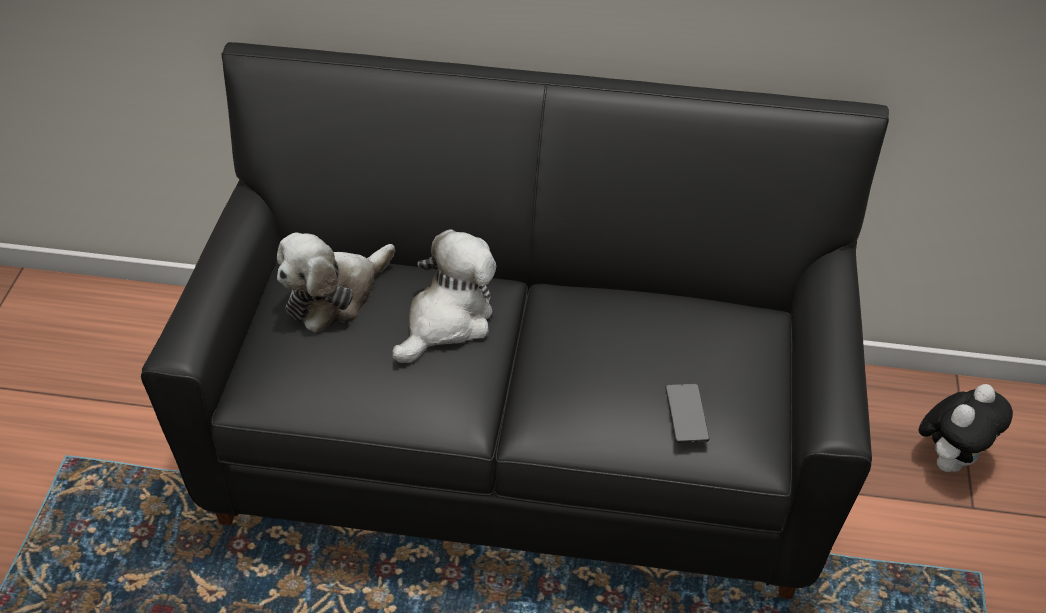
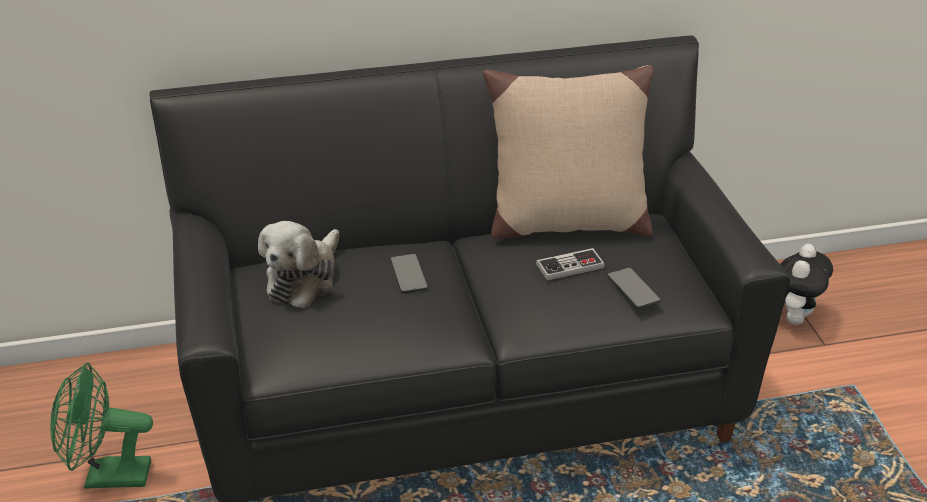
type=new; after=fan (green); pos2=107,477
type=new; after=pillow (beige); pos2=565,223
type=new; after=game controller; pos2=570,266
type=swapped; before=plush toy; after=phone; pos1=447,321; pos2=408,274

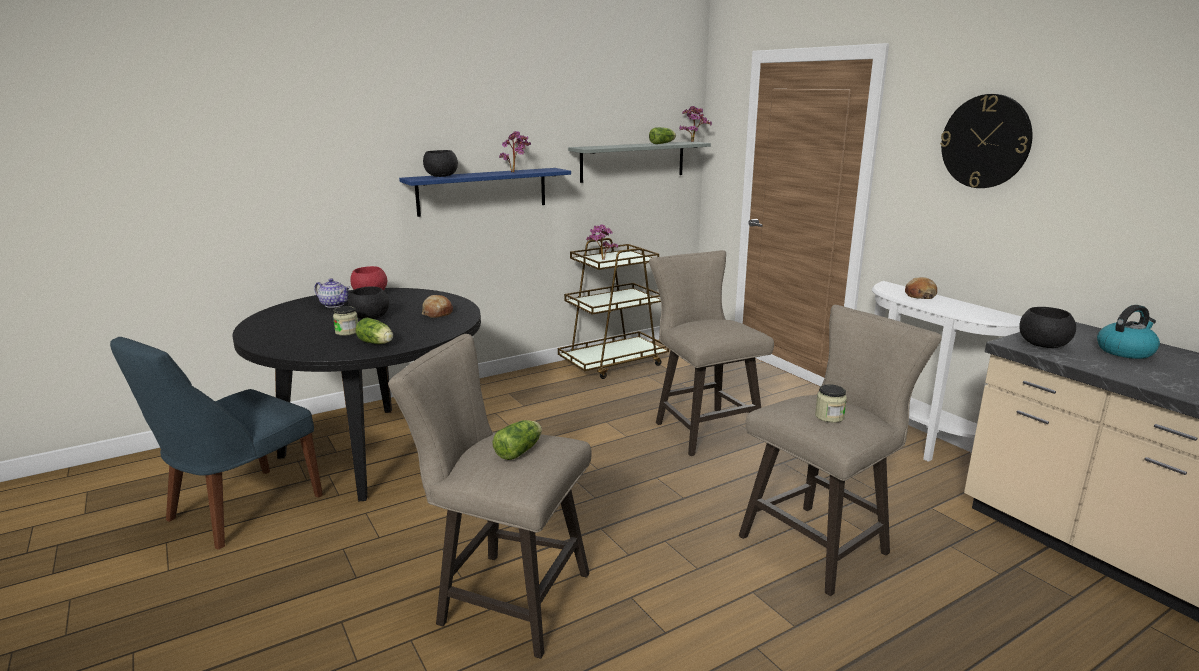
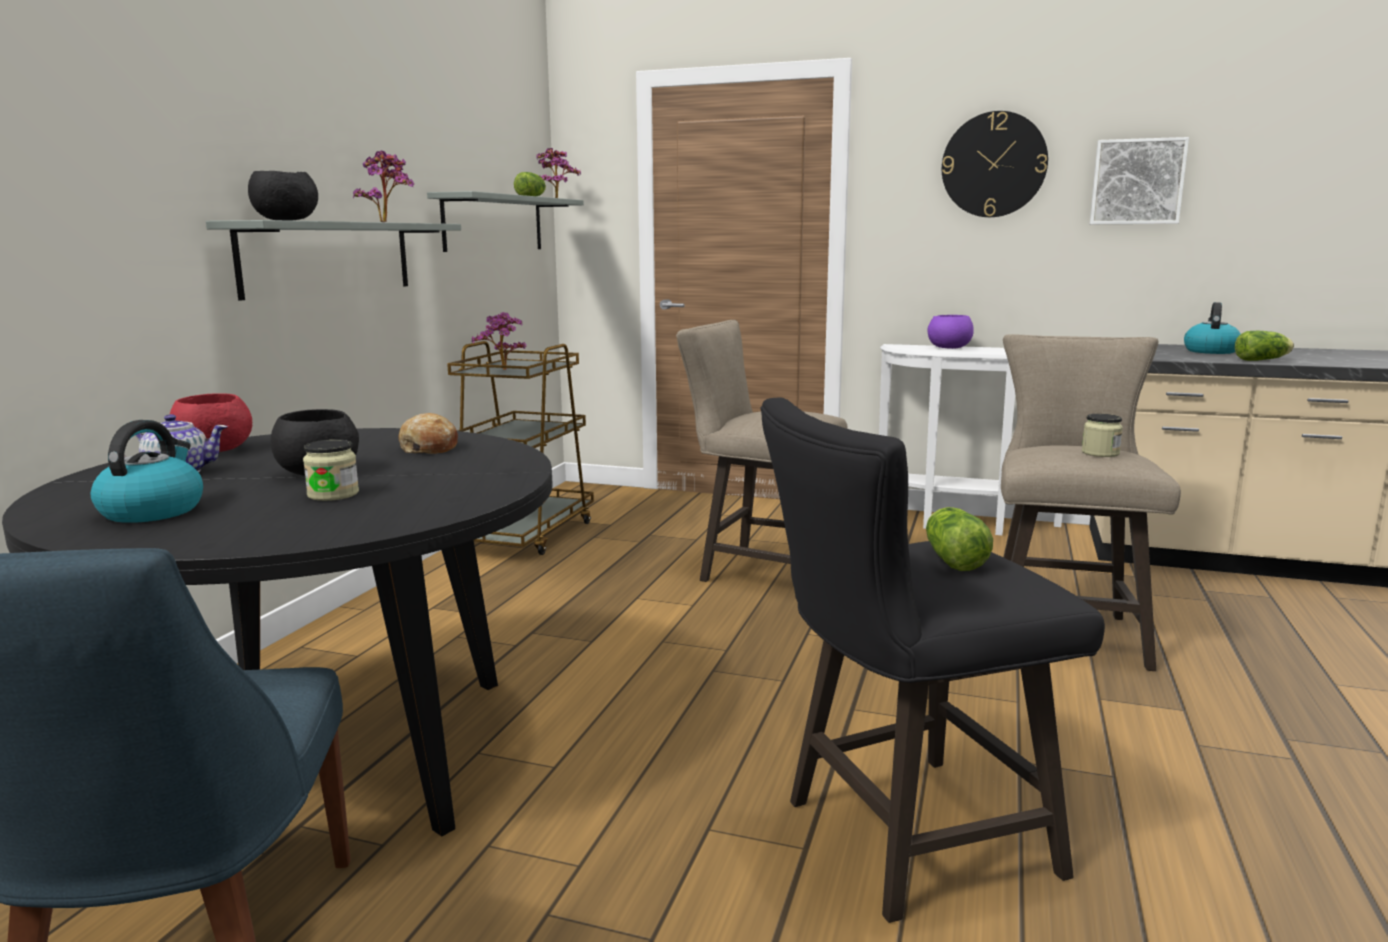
type=gone; before=bowl (black); pos1=1042,345
type=new; after=kettle; pos2=153,511
type=new; after=picture; pos2=1137,182
type=shifted; before=lettuce; pos1=377,343; pos2=1263,360
type=swapped; before=bread; after=bowl (purple); pos1=920,295; pos2=949,348
type=repainted; before=stool (beige); after=stool (black); pos1=504,597; pos2=901,839
type=repainted; before=shelf (blue); after=shelf (grey); pos1=482,191; pos2=329,257

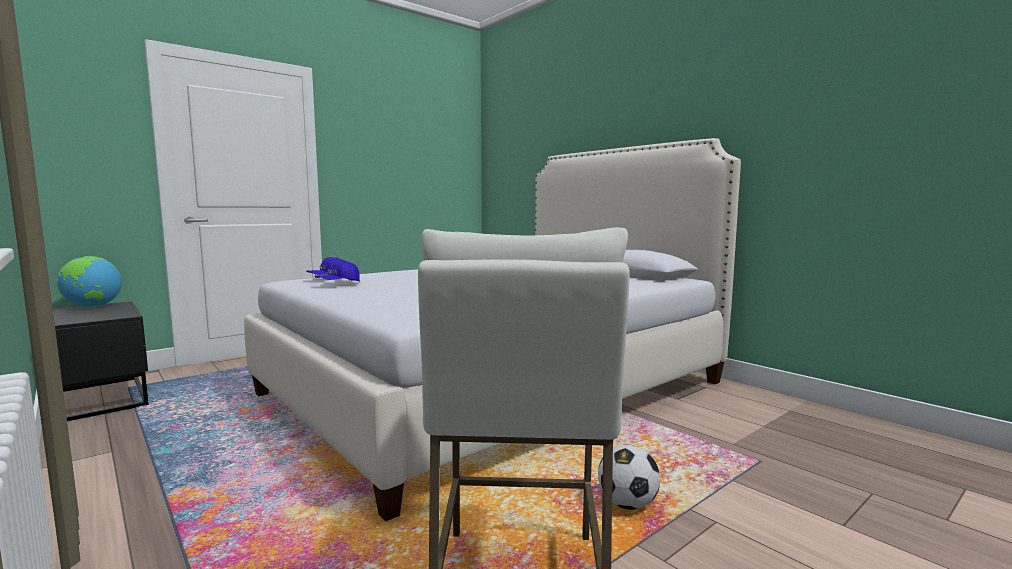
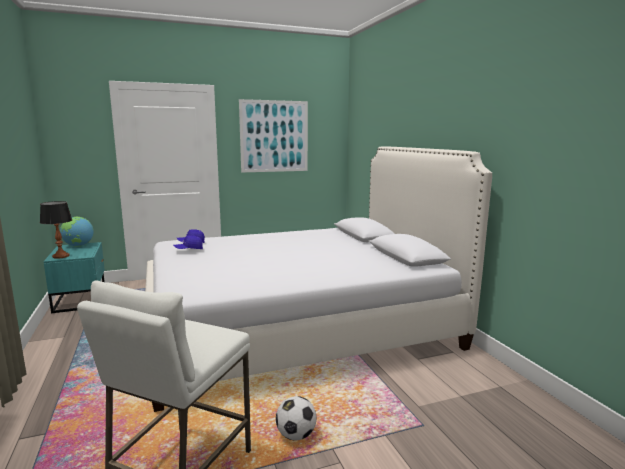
type=new; after=table lamp; pos2=61,256
type=new; after=picture; pos2=274,136
type=repainted; before=nightstand (black); after=nightstand (turquoise); pos1=104,397; pos2=82,298

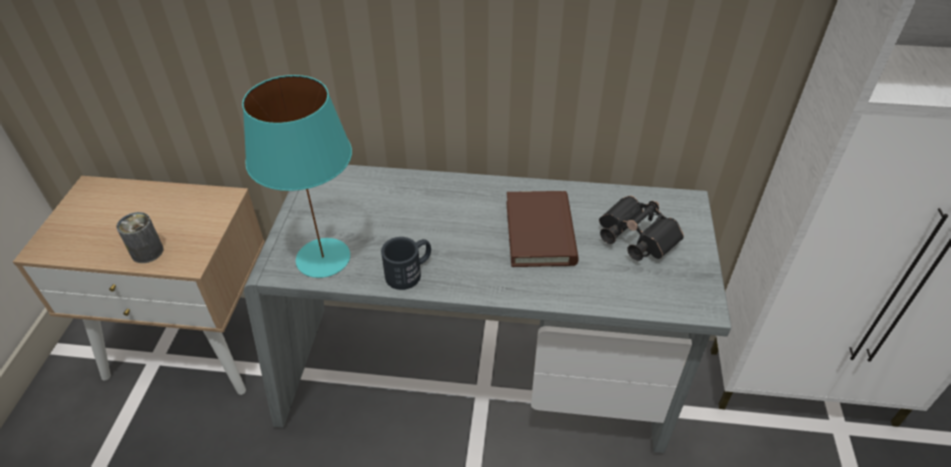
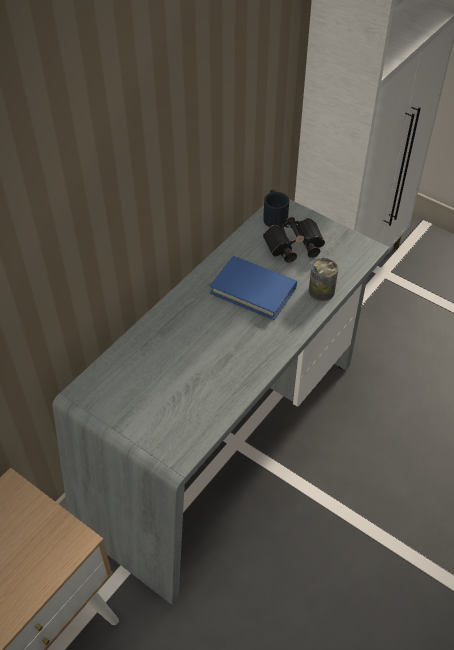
type=gone; before=table lamp (turquoise); pos1=324,258
type=shifted; before=can; pos1=147,252; pos2=321,291
type=shifted; before=mug (black); pos1=409,272; pos2=274,216
type=repainted; before=book (brown); after=book (blue); pos1=540,232; pos2=253,290

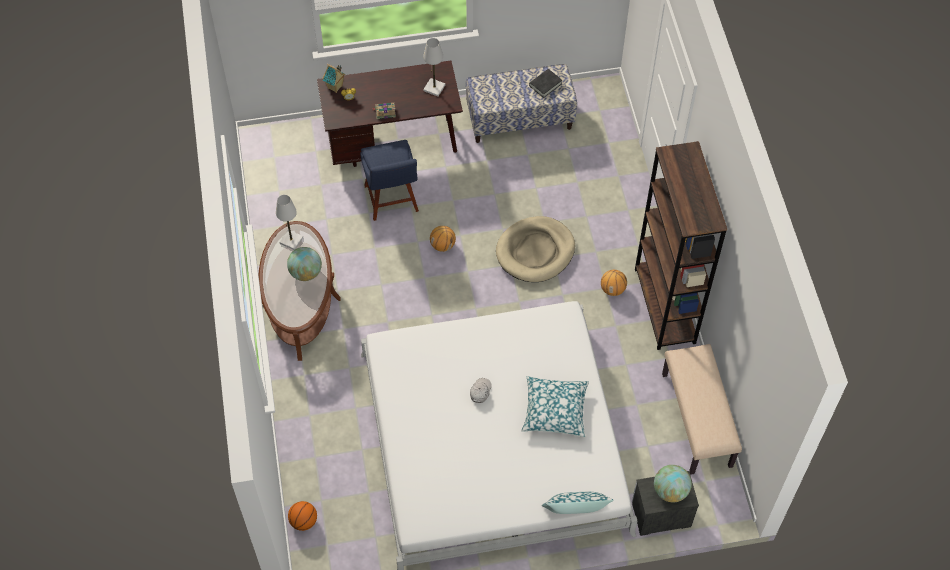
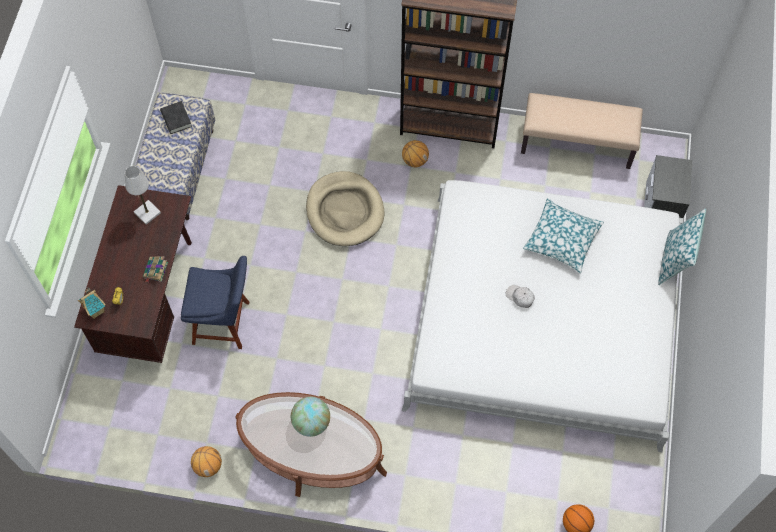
type=gone; before=table lamp (white); pos1=291,240
type=gone; before=globe; pos1=670,491
type=shifted; before=basketball; pos1=443,245; pos2=208,466

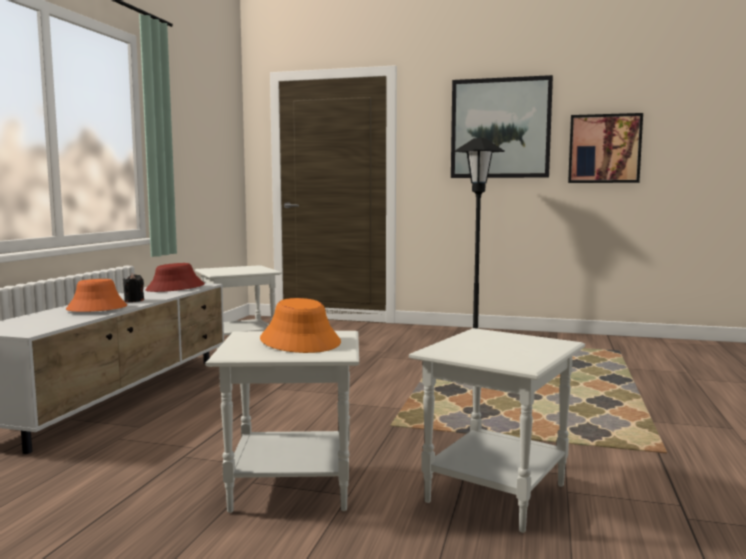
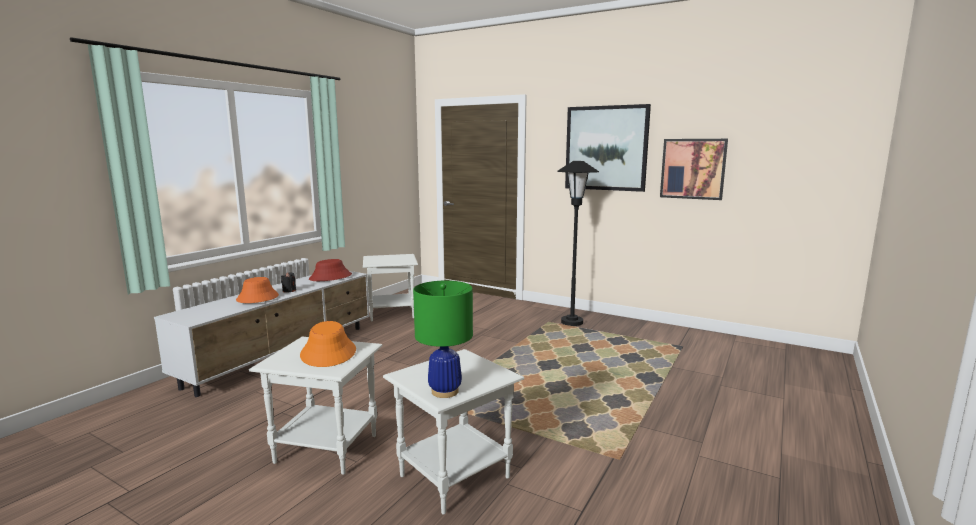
type=new; after=table lamp (green); pos2=445,391

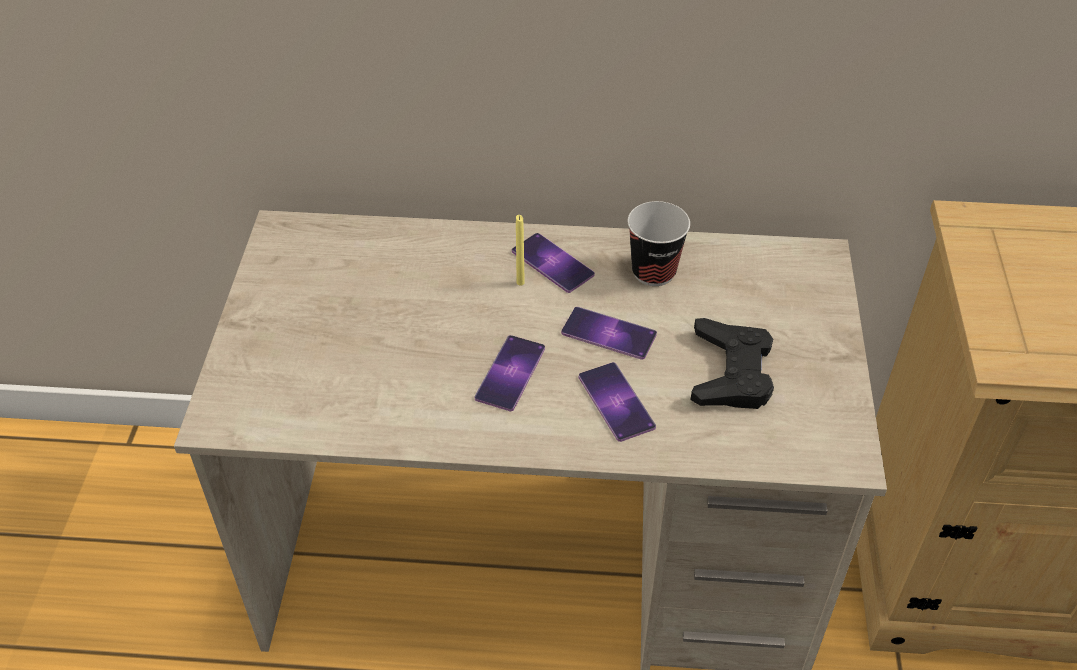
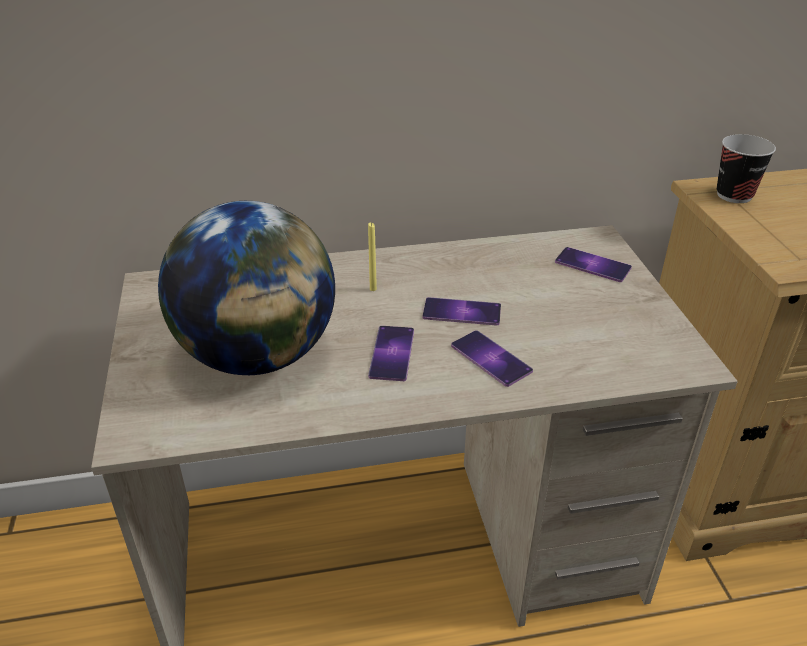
type=gone; before=game controller (black); pos1=730,372
type=new; after=globe; pos2=258,356
type=shifted; before=phone; pos1=552,263; pos2=592,265
type=shifted; before=cup; pos1=653,272; pos2=734,195

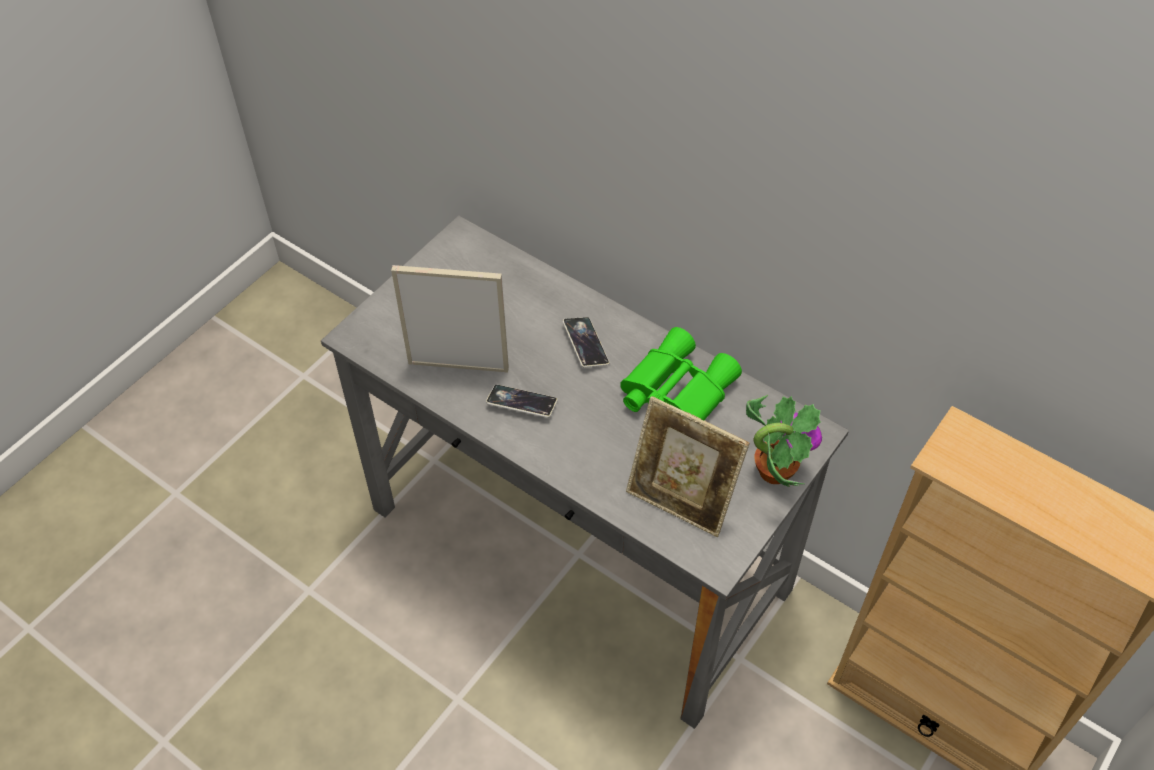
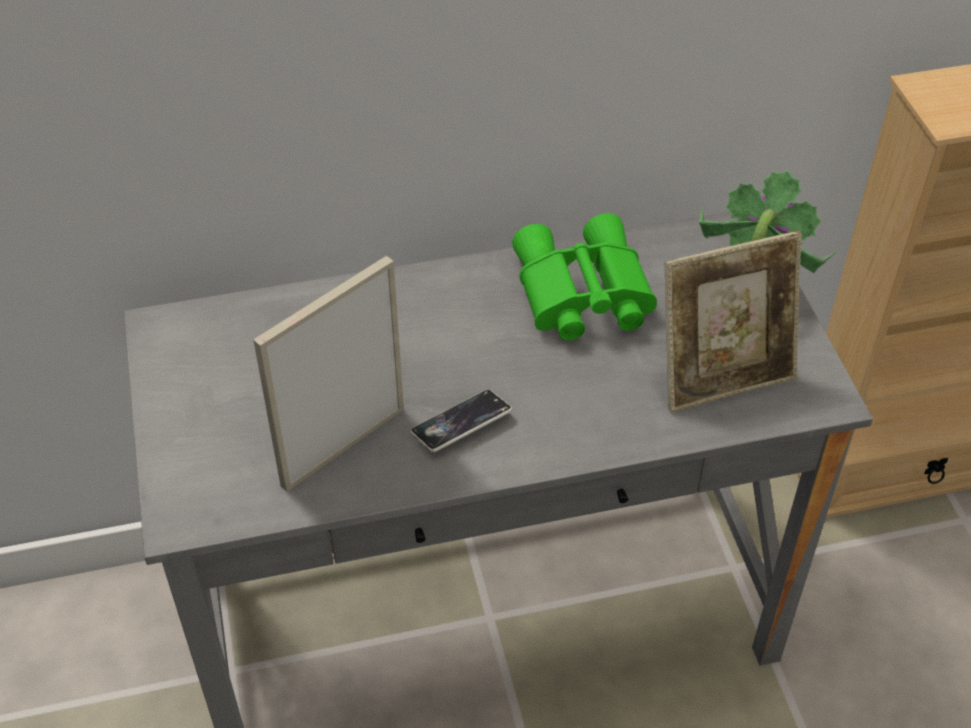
type=gone; before=phone; pos1=585,345

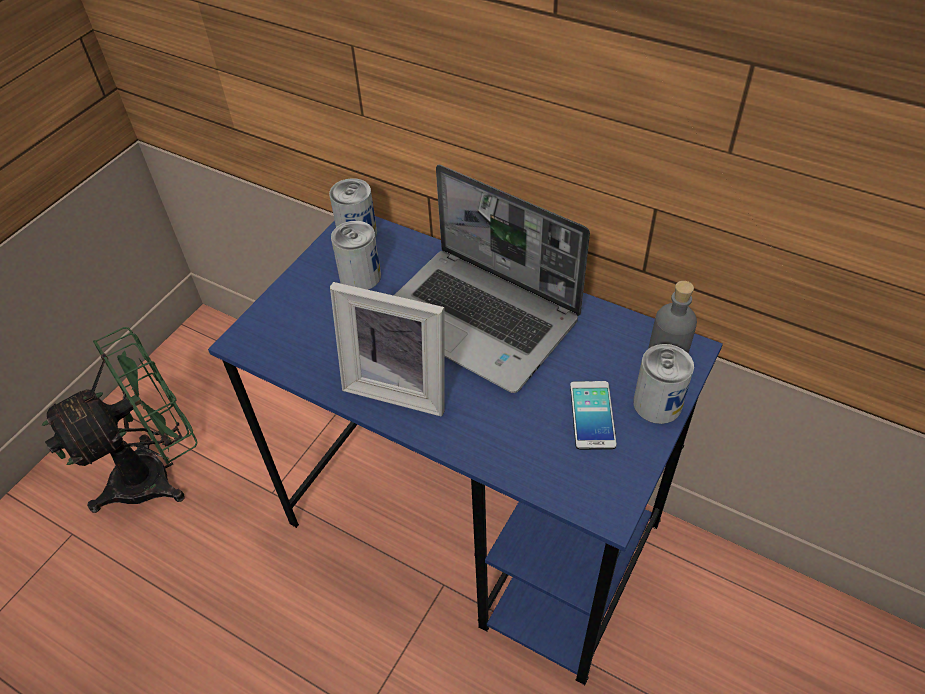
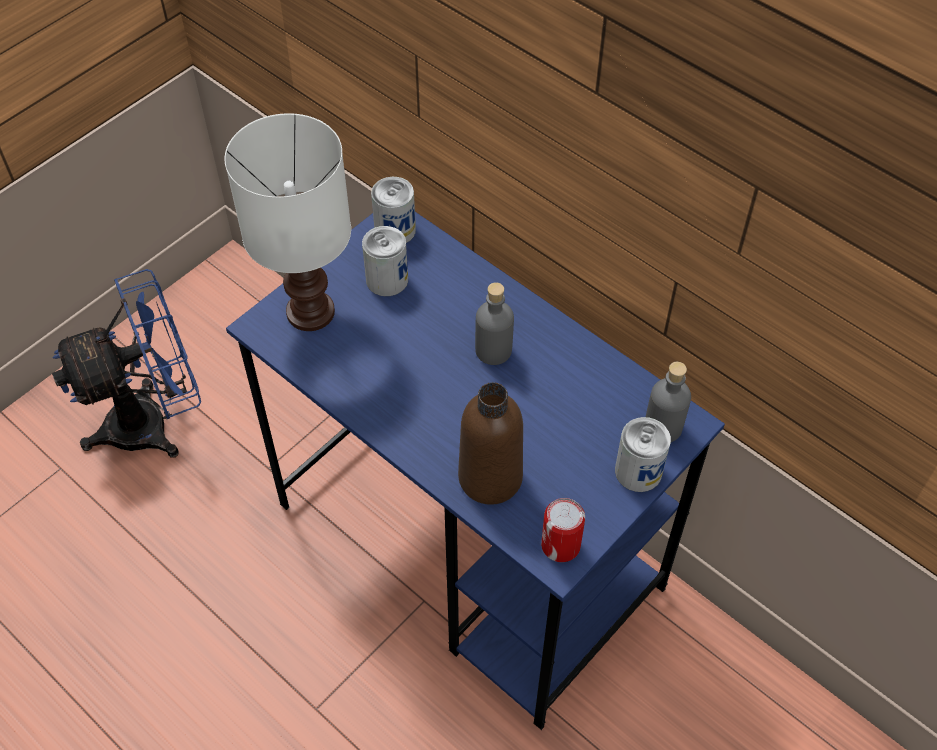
type=gone; before=picture frame; pos1=400,385
type=gone; before=phone; pos1=592,415
type=new; after=table lamp (white); pos2=308,311
type=new; after=bottle (brown); pos2=490,478
type=new; after=can; pos2=560,545
type=swapped; before=laptop; after=bottle (grey); pos1=480,320; pos2=493,350
type=repainted; before=fan (green); after=fan (blue); pos1=157,473; pos2=154,422

